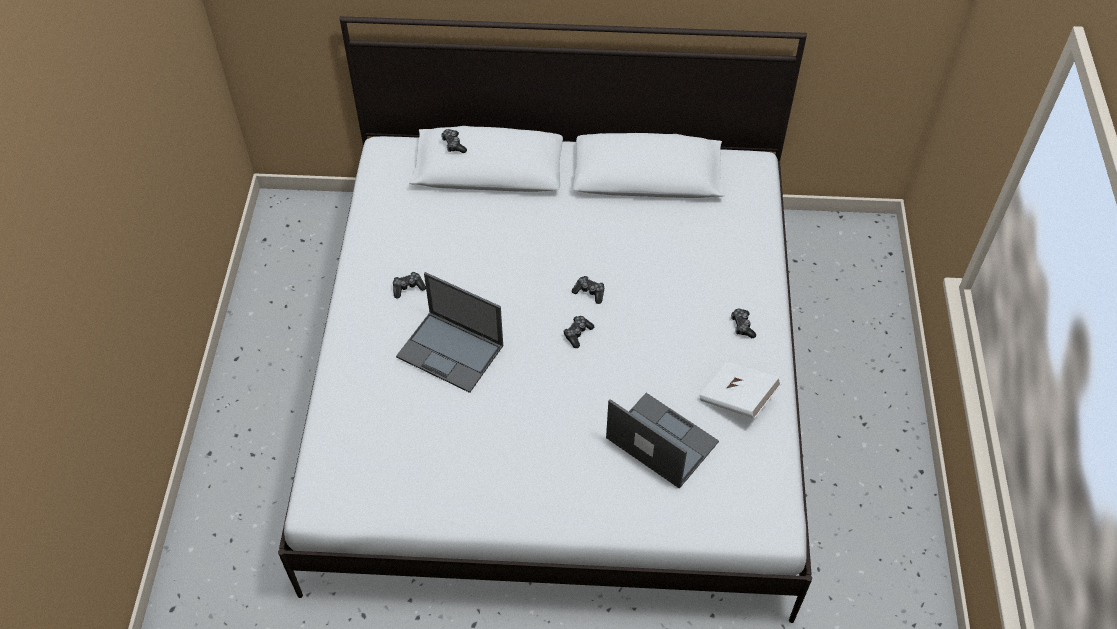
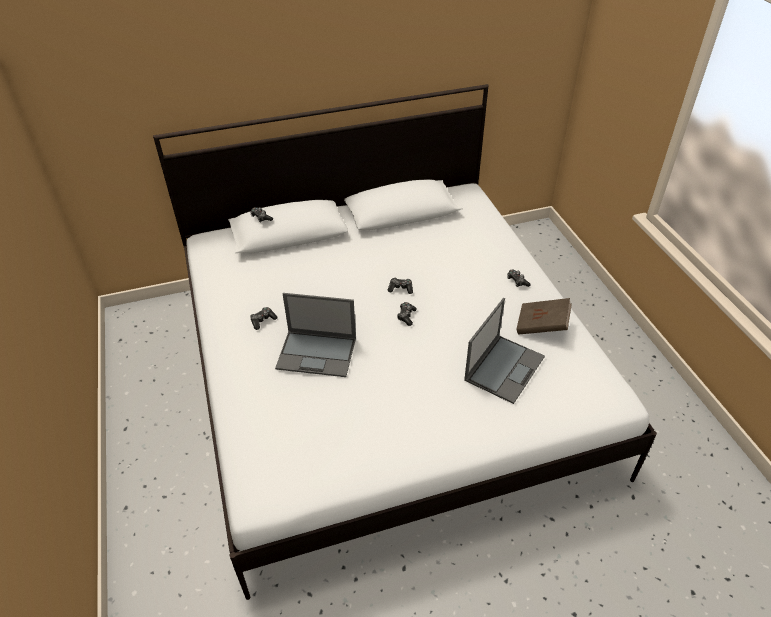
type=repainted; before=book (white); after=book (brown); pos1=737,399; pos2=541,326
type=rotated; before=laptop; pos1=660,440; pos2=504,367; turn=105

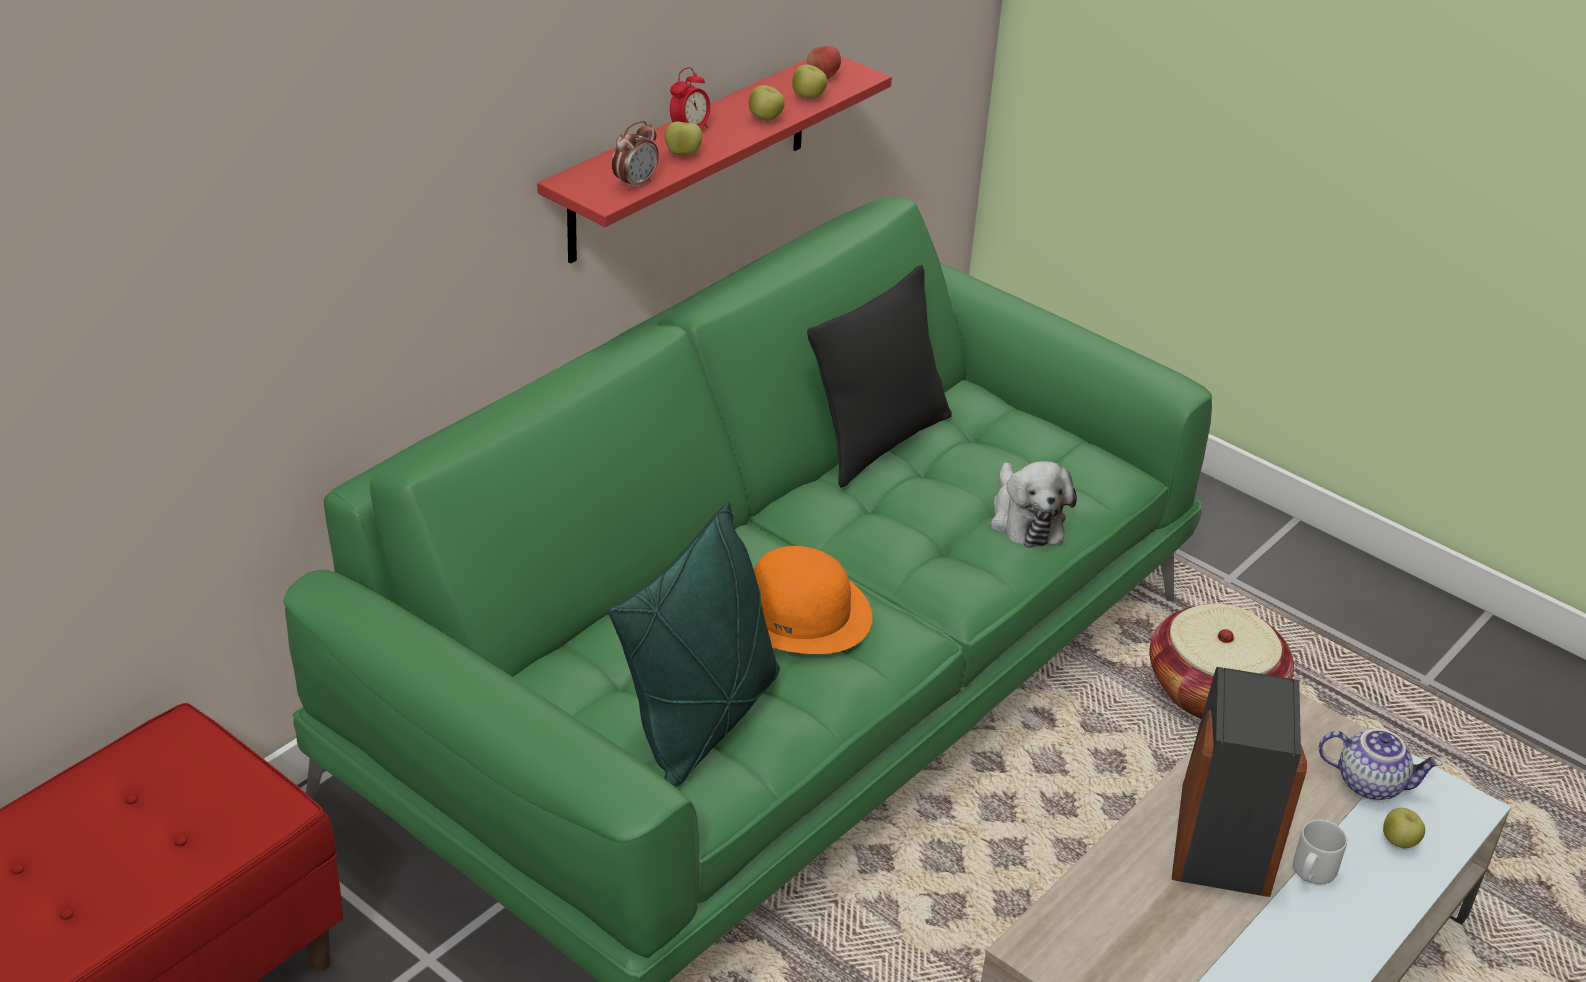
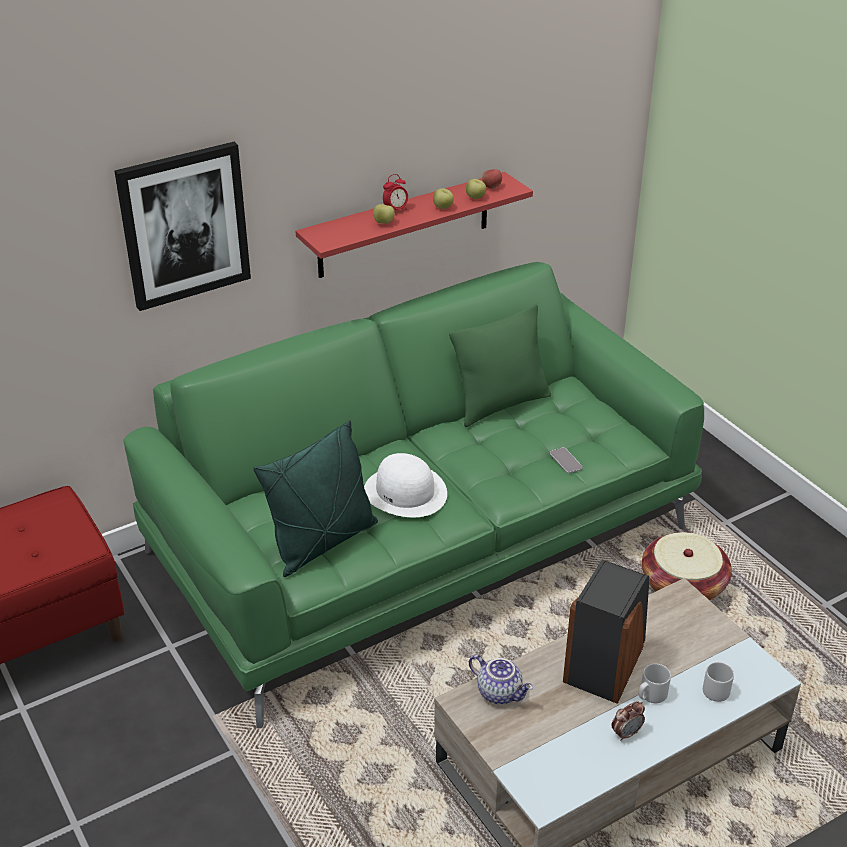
type=new; after=picture; pos2=184,225
type=shifted; before=alarm clock; pos1=635,184; pos2=626,733
type=shifted; before=teapot; pos1=1371,783; pos2=500,692
type=swapped; before=plush toy; after=phone; pos1=1025,519; pos2=566,461
type=swapped; before=apple; after=mug (grey); pos1=1399,842; pos2=716,689
type=repainted; before=hat (orange); after=hat (white); pos1=799,612; pos2=405,492
type=repainted; before=pillow (black); after=pillow (green); pos1=878,441; pos2=500,404

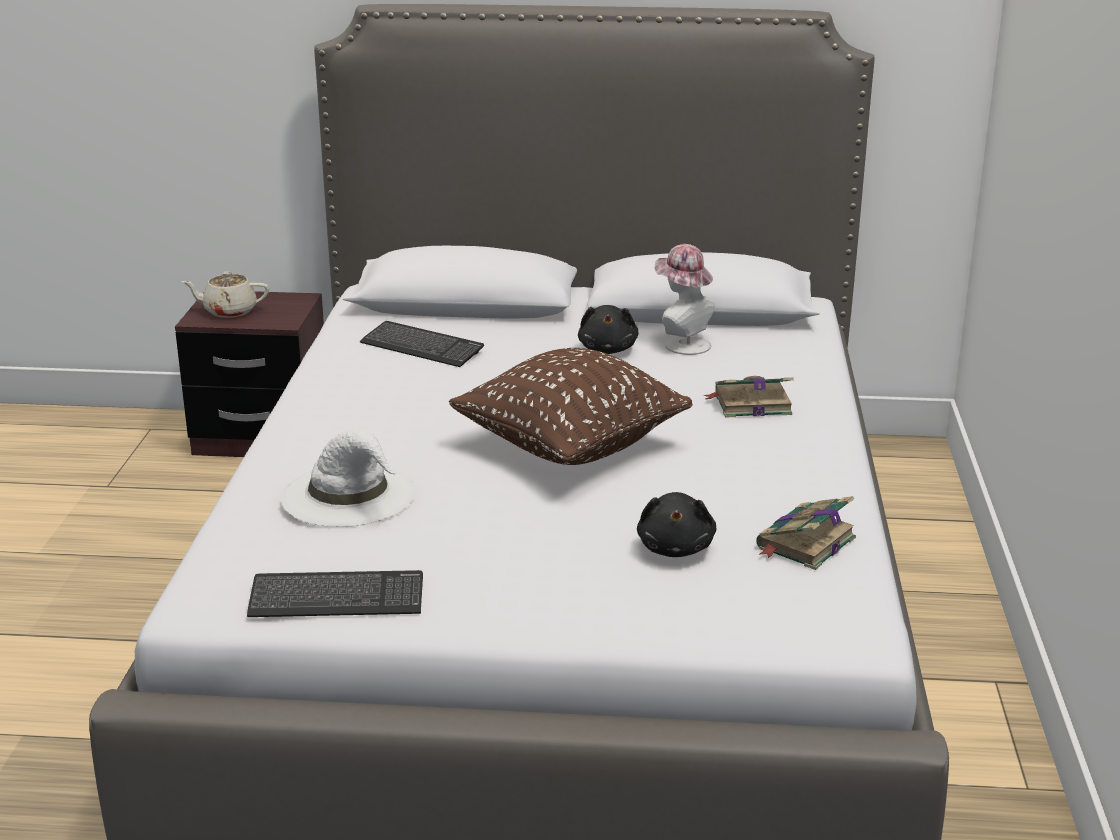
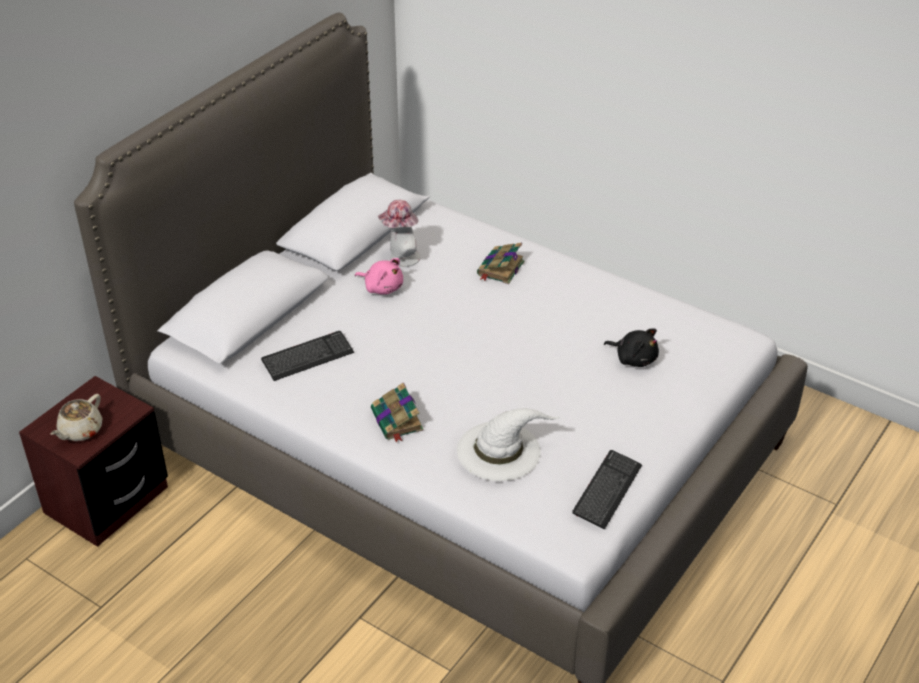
type=gone; before=pillow (brown); pos1=570,448
type=shifted; before=book; pos1=804,544; pos2=397,421
type=repainted; before=plush toy (black); after=plush toy (pink); pos1=608,349; pos2=382,287

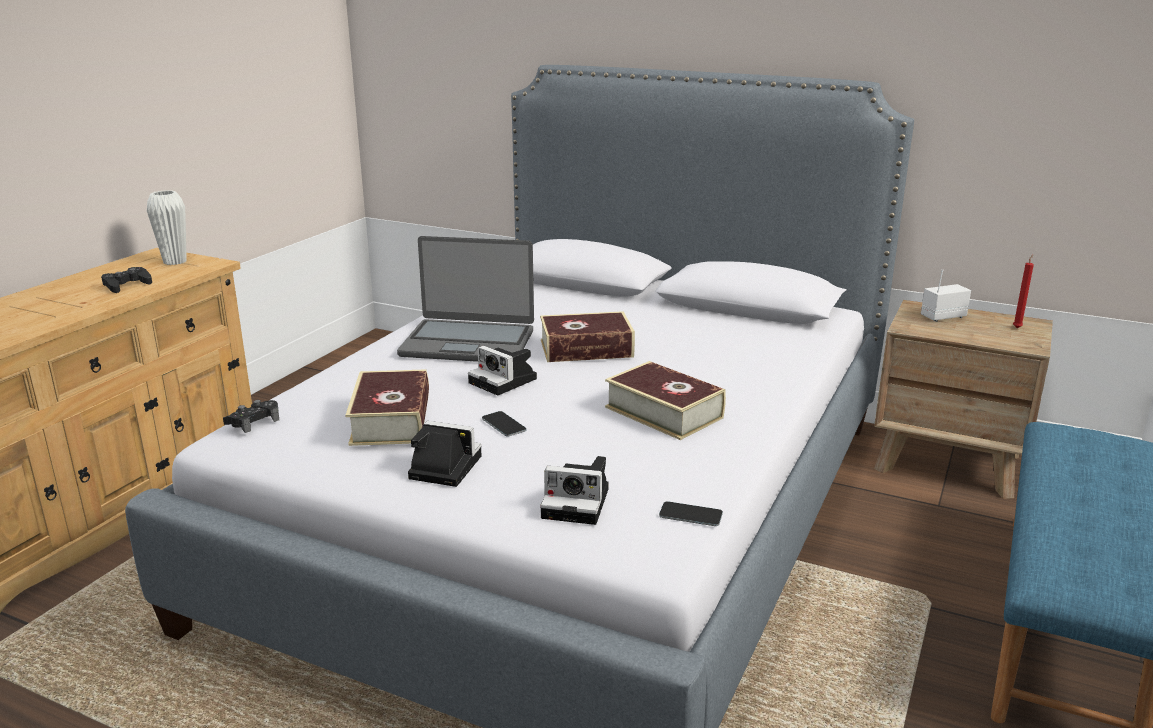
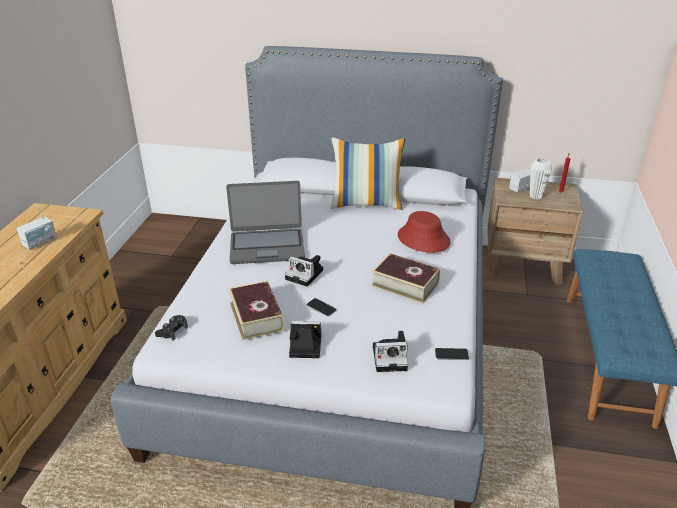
type=gone; before=book; pos1=586,349
type=new; after=pillow; pos2=366,203
type=new; after=hat (red); pos2=423,239
type=shifted; before=vase (white); pos1=175,262; pos2=535,196
type=swapped; before=game controller (black); after=radio; pos1=127,285; pos2=40,242

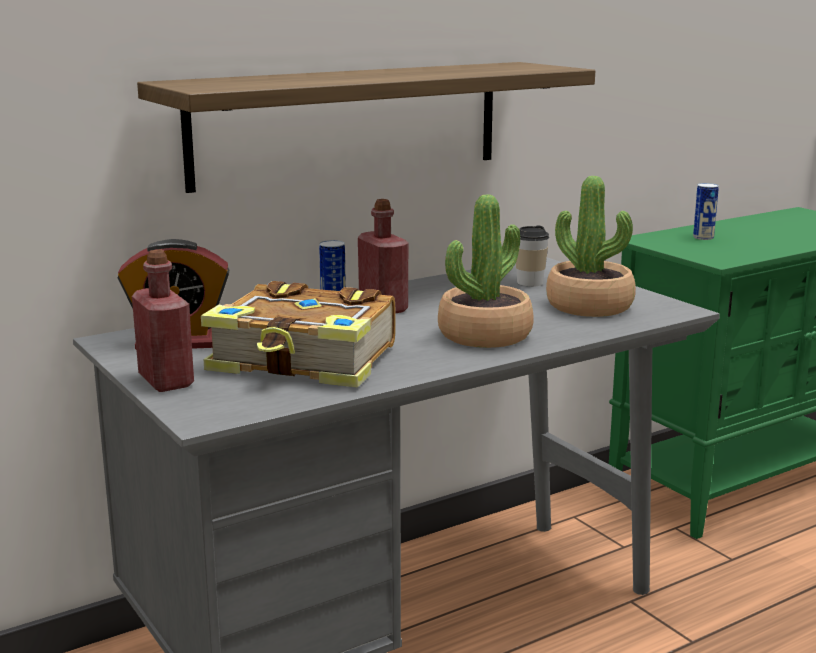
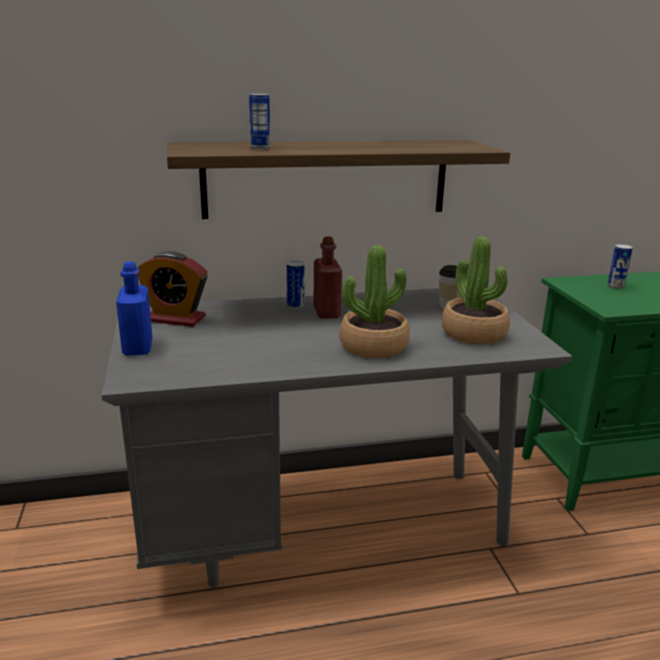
type=gone; before=book; pos1=306,361
type=new; after=can; pos2=260,148
type=repainted; before=bottle (red); after=bottle (blue); pos1=166,381; pos2=138,347

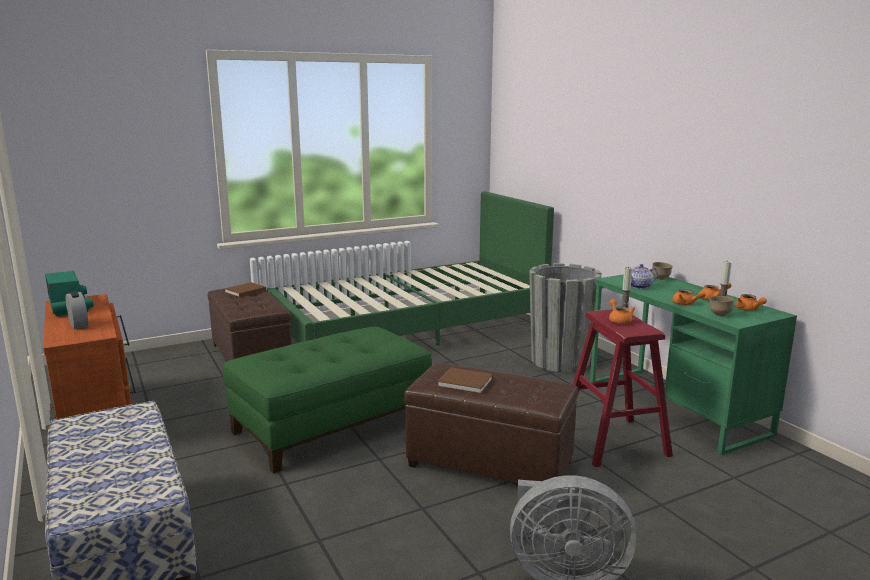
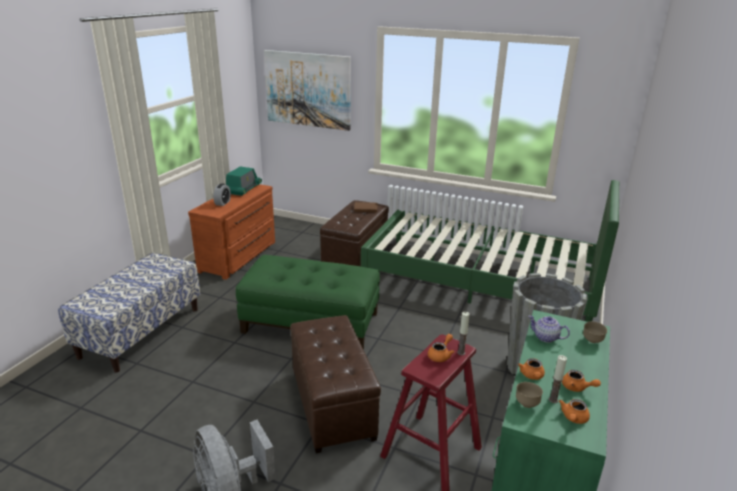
type=gone; before=book (brown); pos1=466,383
type=new; after=picture; pos2=308,90

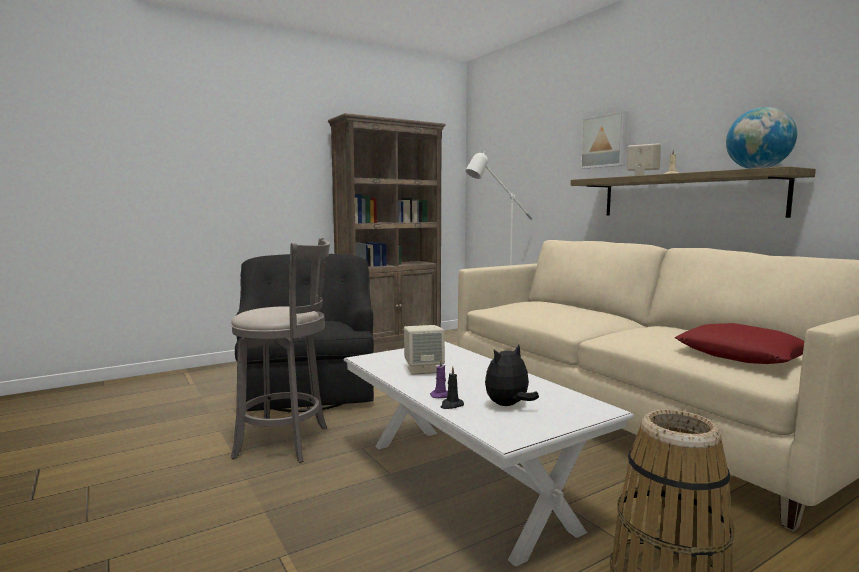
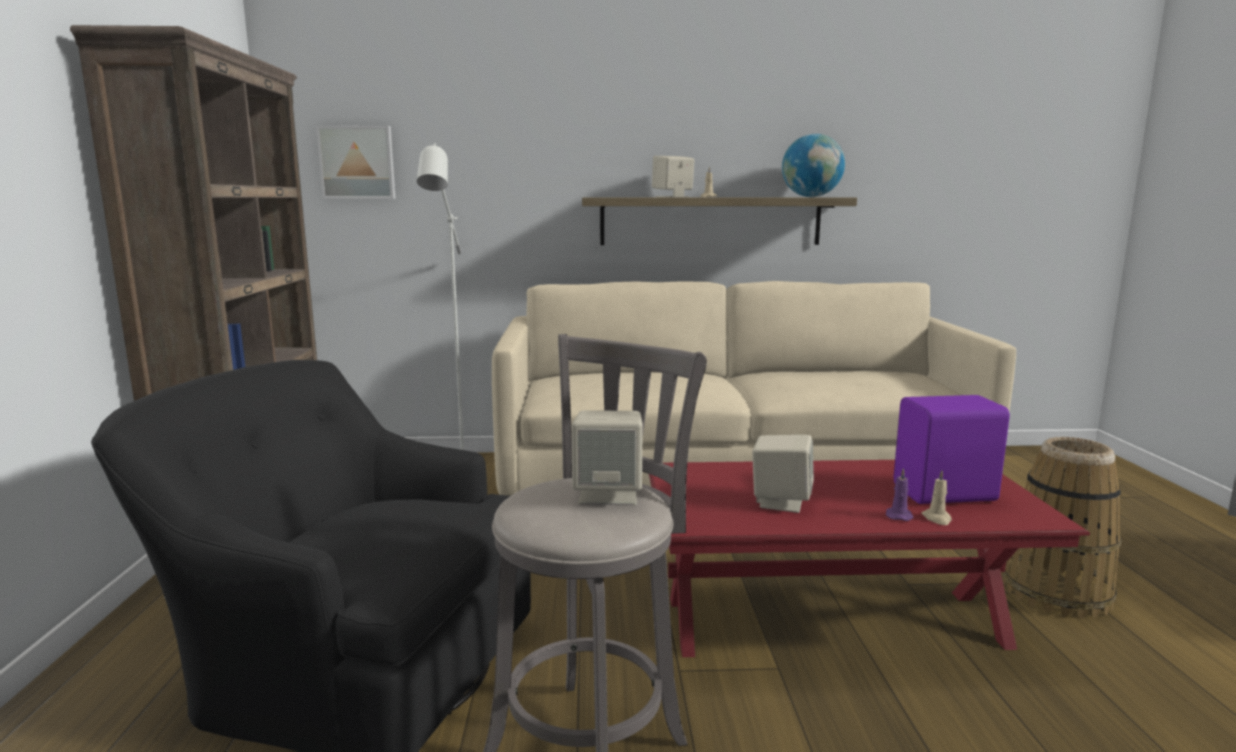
type=gone; before=pillow (red); pos1=741,354
type=new; after=speaker (beige); pos2=609,494
type=shifted; before=picture; pos1=604,141; pos2=357,163
type=swapped; before=plush toy; after=speaker (purple); pos1=508,405; pos2=947,494
type=repainted; before=coffee table (white); after=coffee table (red); pos1=465,483; pos2=833,622
type=repainted; before=candle (black); after=candle (beige); pos1=451,405; pos2=937,518

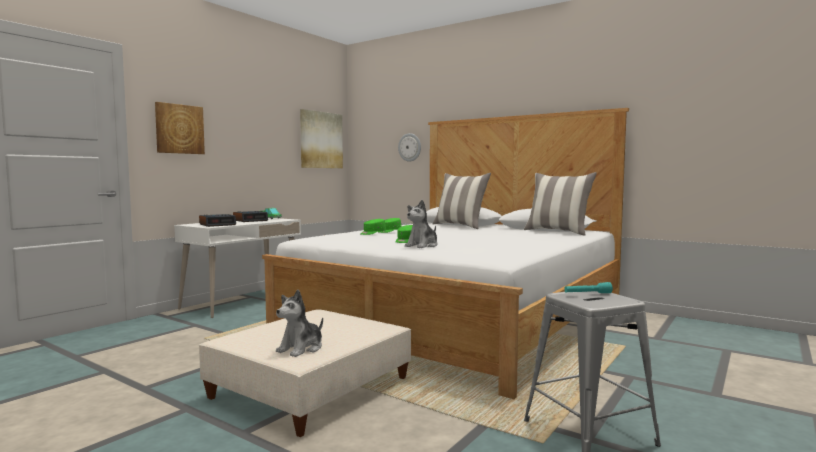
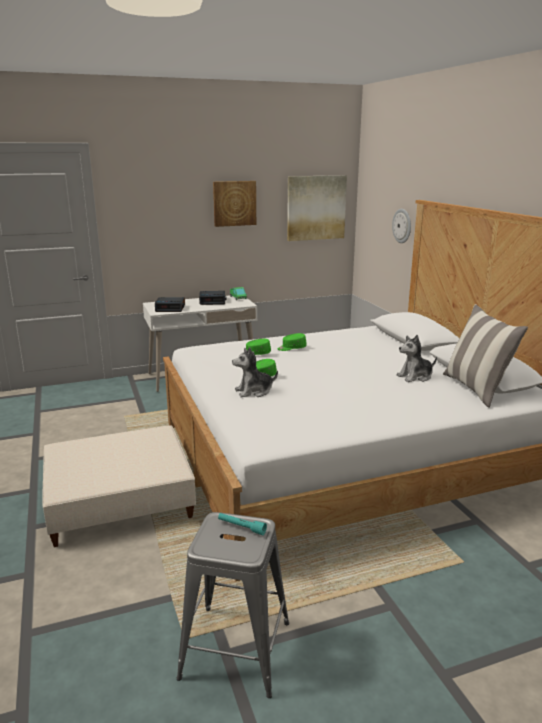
type=gone; before=pillow; pos1=460,226
type=shifted; before=picture; pos1=179,129; pos2=234,203
type=shifted; before=plush toy; pos1=301,348; pos2=415,377

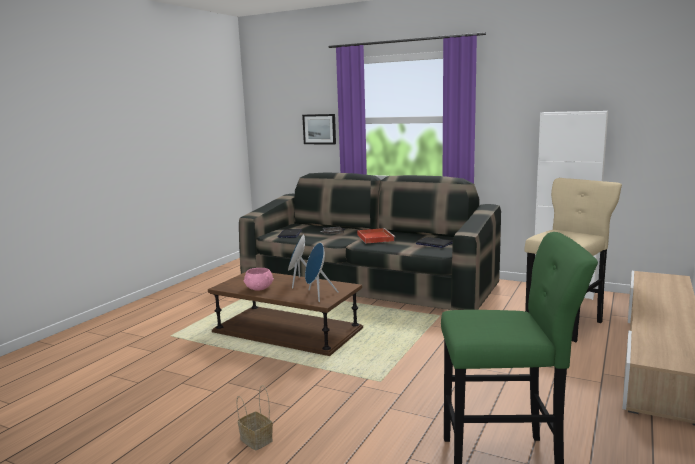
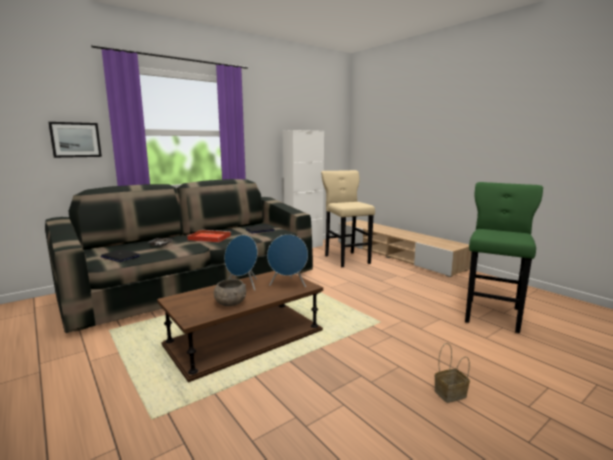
type=repainted; before=bowl (pink); after=bowl (grey); pos1=258,288; pos2=230,303

